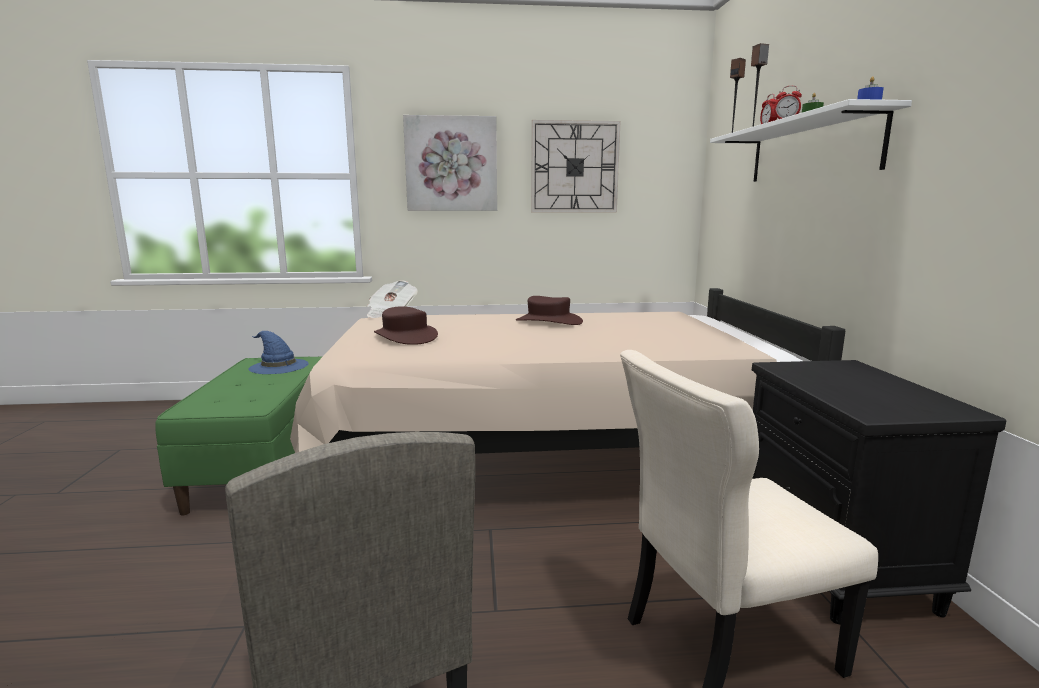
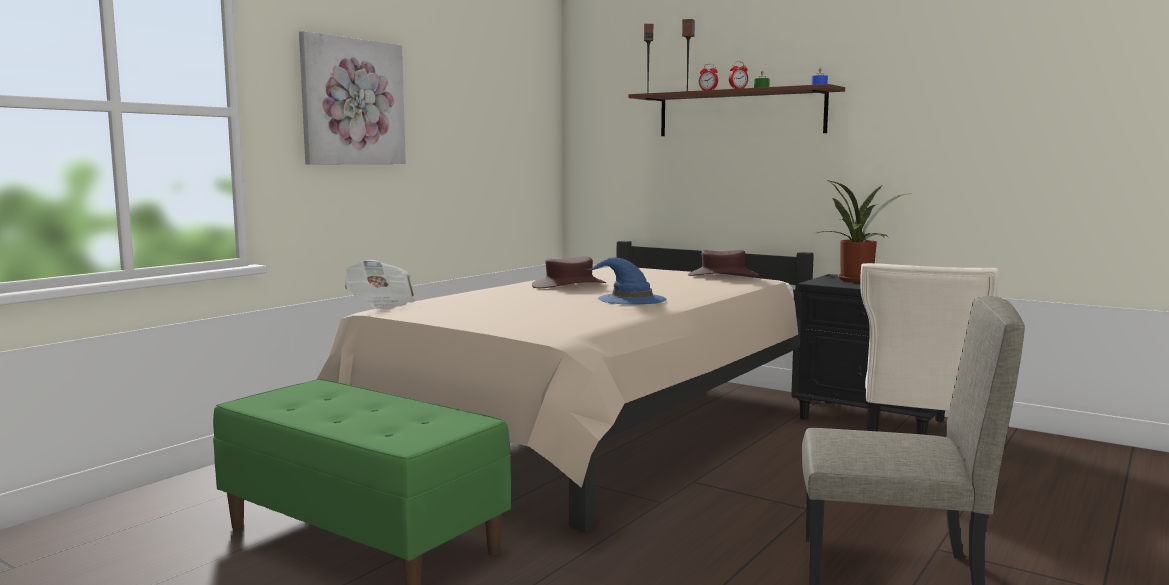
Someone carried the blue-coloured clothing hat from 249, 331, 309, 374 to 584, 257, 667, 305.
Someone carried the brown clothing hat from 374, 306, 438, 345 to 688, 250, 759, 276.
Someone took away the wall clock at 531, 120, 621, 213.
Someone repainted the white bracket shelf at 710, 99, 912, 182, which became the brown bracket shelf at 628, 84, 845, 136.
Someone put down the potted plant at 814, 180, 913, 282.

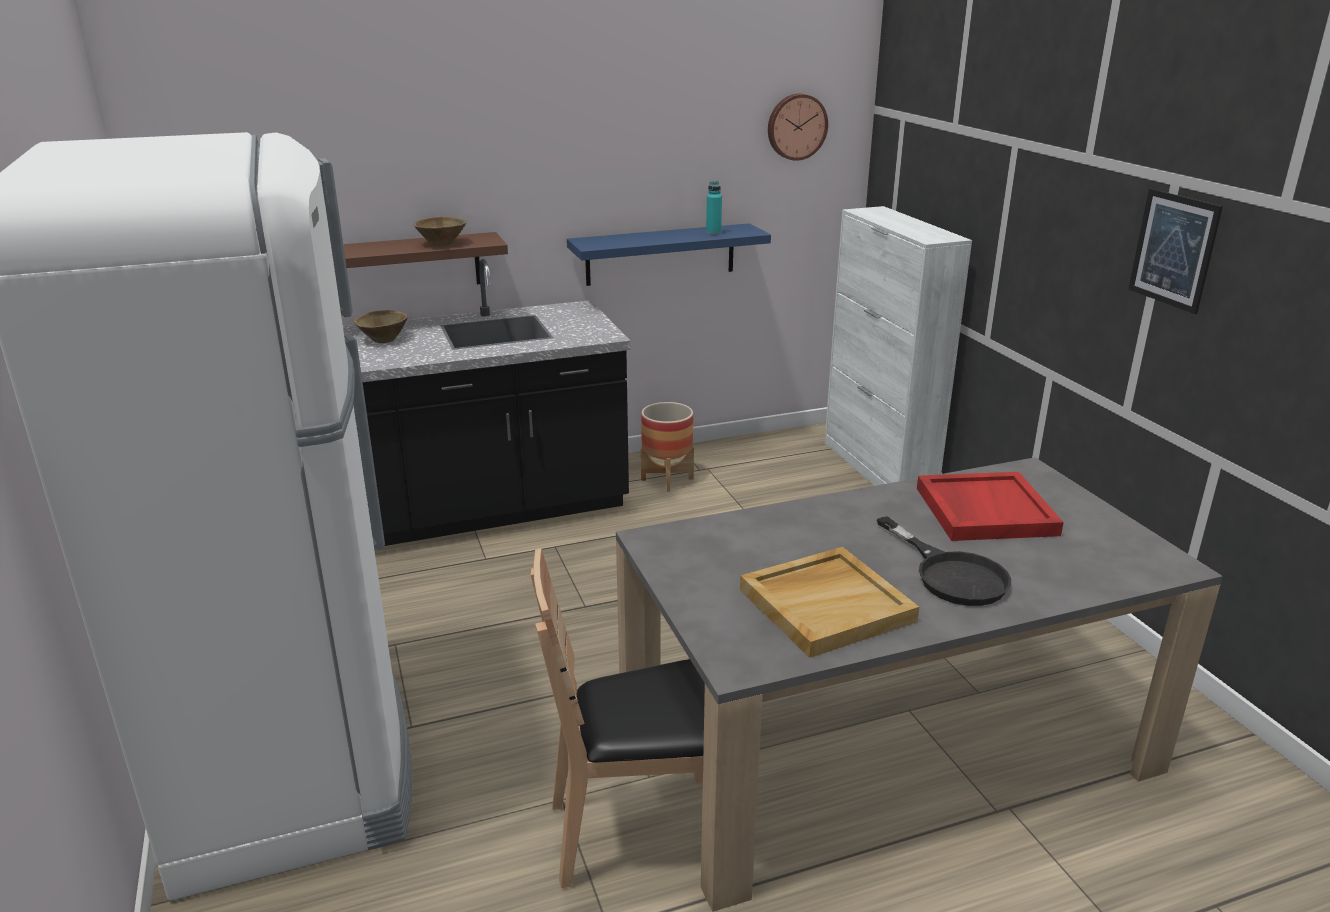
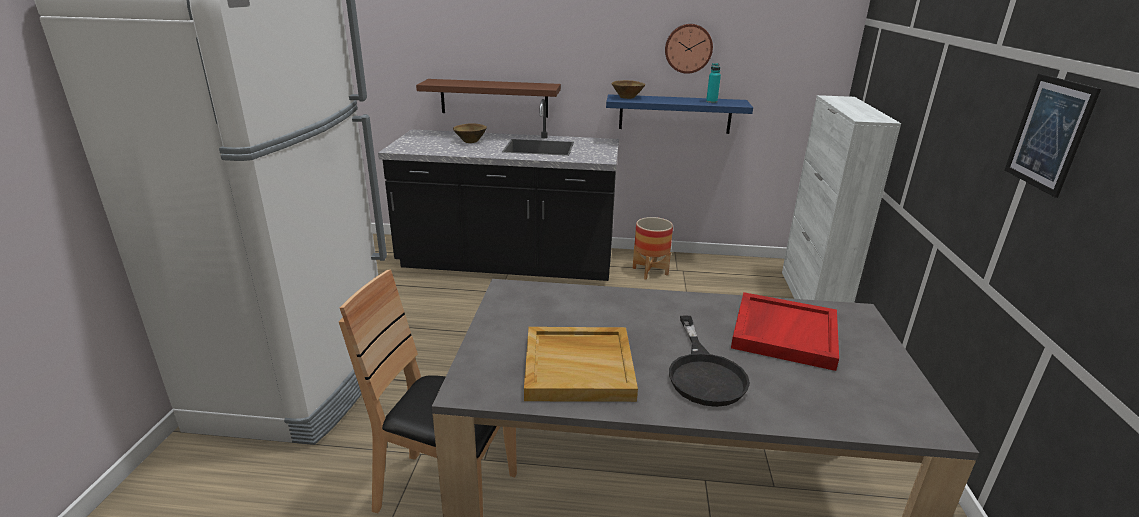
Someone carried the brown bowl from 414, 216, 466, 246 to 612, 80, 645, 99.
Someone carried the wall clock from 768, 94, 828, 161 to 665, 24, 713, 74.

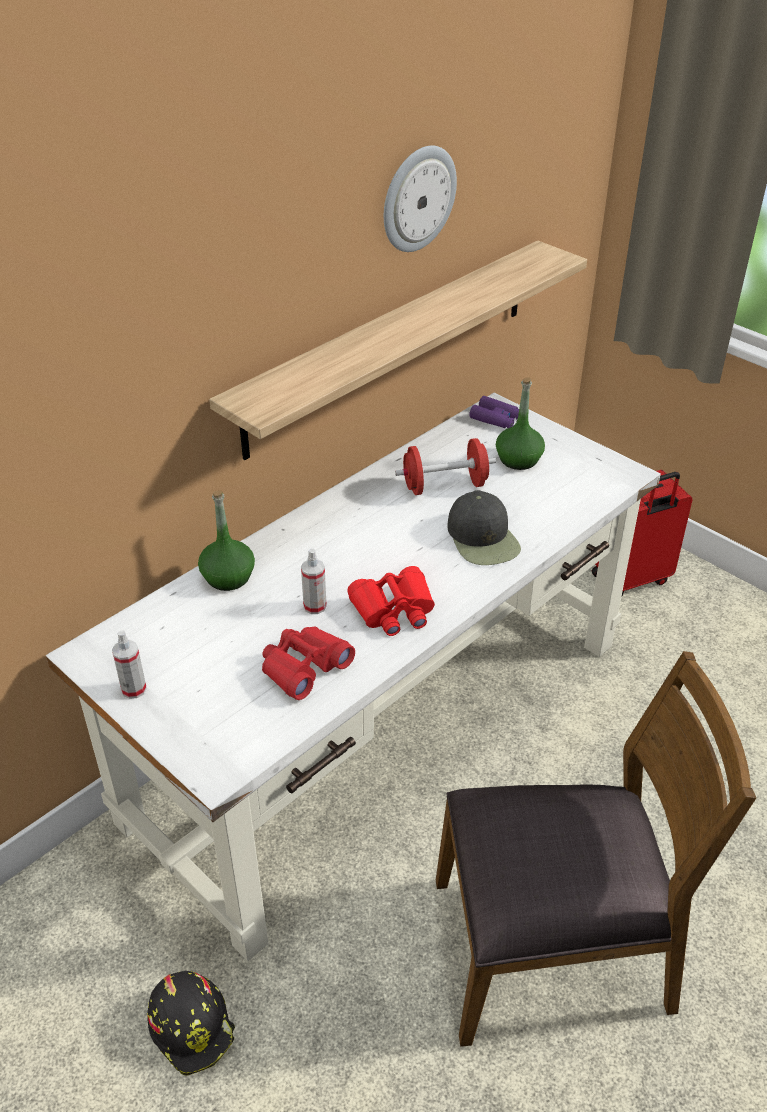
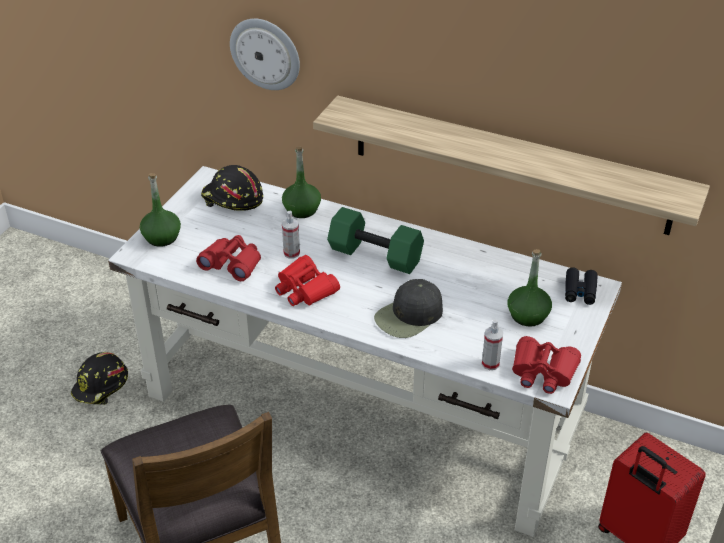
Someone carried the spray bottle from 112, 631, 147, 699 to 482, 319, 503, 370.
Someone carried the wall clock from 384, 146, 457, 252 to 230, 19, 300, 90.
Someone took away the reddish free weight at 395, 438, 496, 495.
Someone repainted the purple field glasses at 469, 396, 519, 428, which became the blackish field glasses at 565, 267, 598, 305.
Someone put down the greenish beverage bottle at 140, 173, 181, 247.
Someone put down the blackish safety helmet at 201, 165, 263, 211.
Someone put down the greenish free weight at 327, 207, 424, 274.
Someone put down the reddish field glasses at 512, 336, 581, 394.

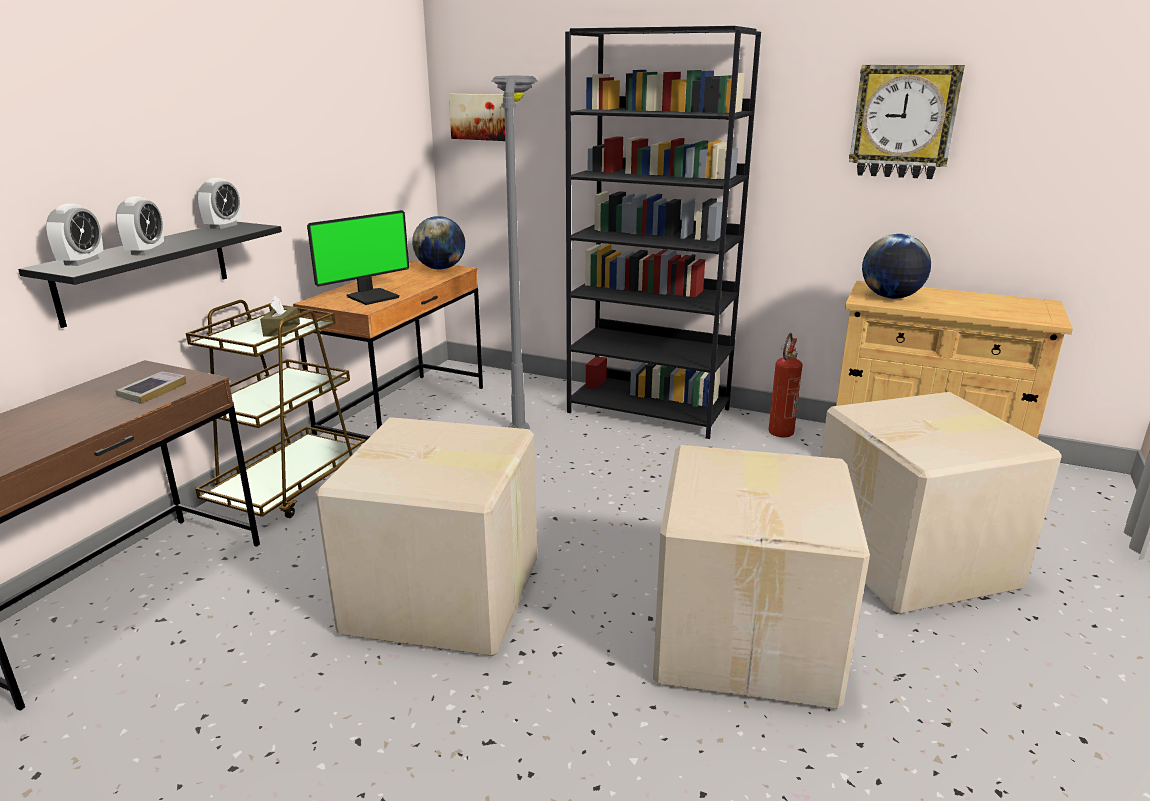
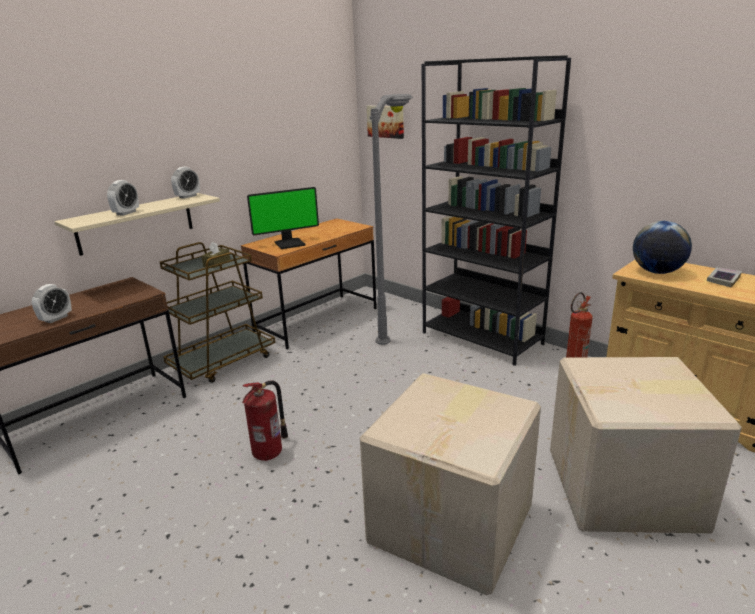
Someone repainted the blackish bracket shelf at 18, 222, 282, 328, which became the beige bracket shelf at 54, 193, 220, 256.
Someone carried the table clock from 46, 204, 103, 266 to 32, 284, 72, 323.
Someone carried the volume from 115, 371, 187, 404 to 706, 267, 742, 288.
Someone swapped the packing box at 315, 417, 537, 656 for the fire extinguisher at 242, 380, 288, 461.
Someone took away the desk globe at 412, 216, 465, 270.
Someone took away the wall clock at 849, 65, 965, 179.

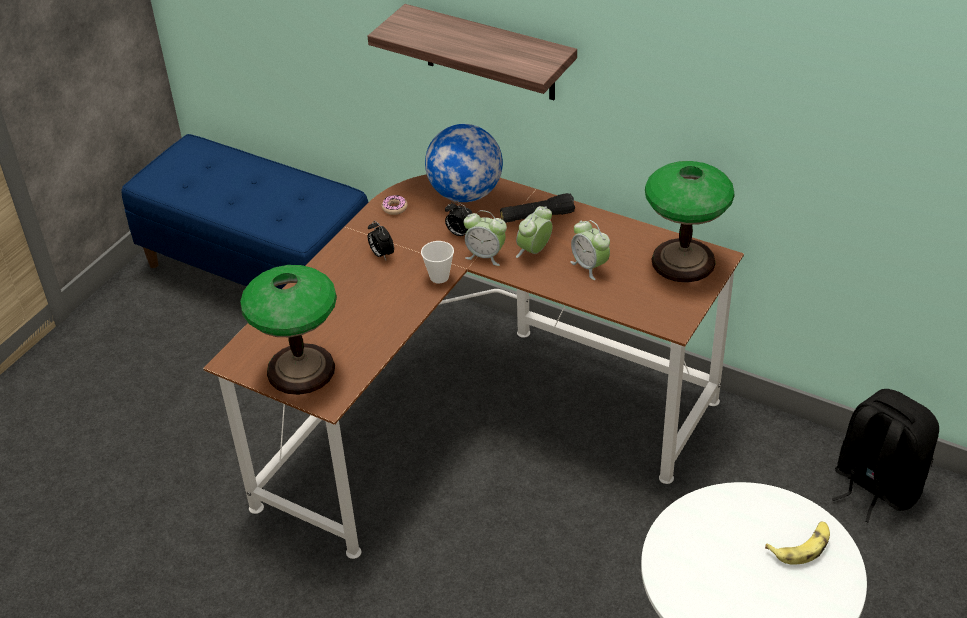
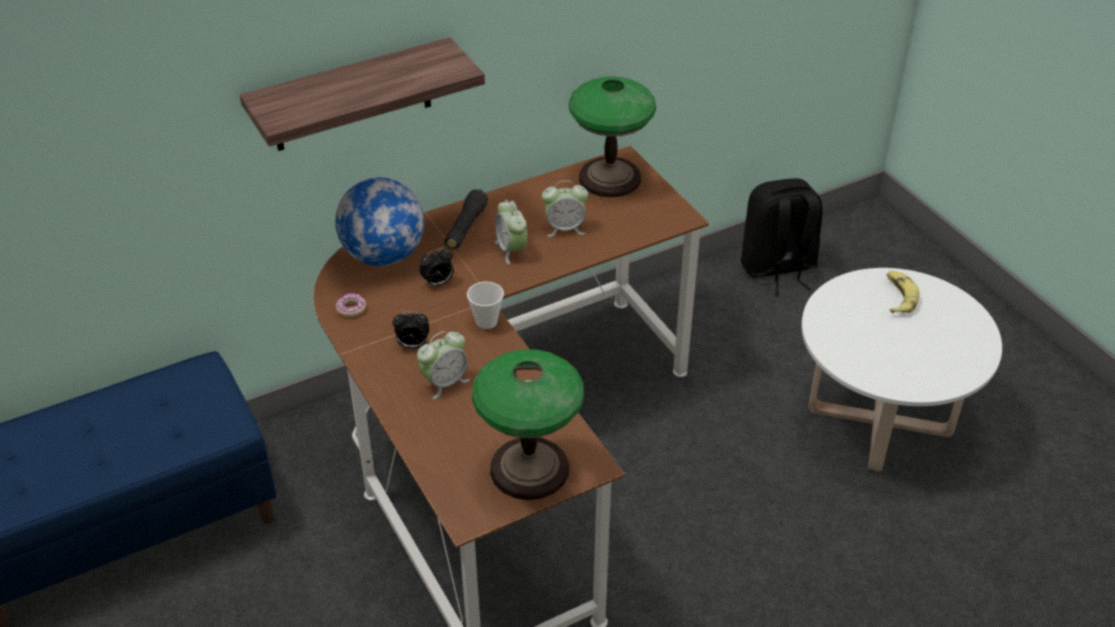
Someone carried the table clock from 464, 210, 507, 266 to 417, 331, 470, 399.

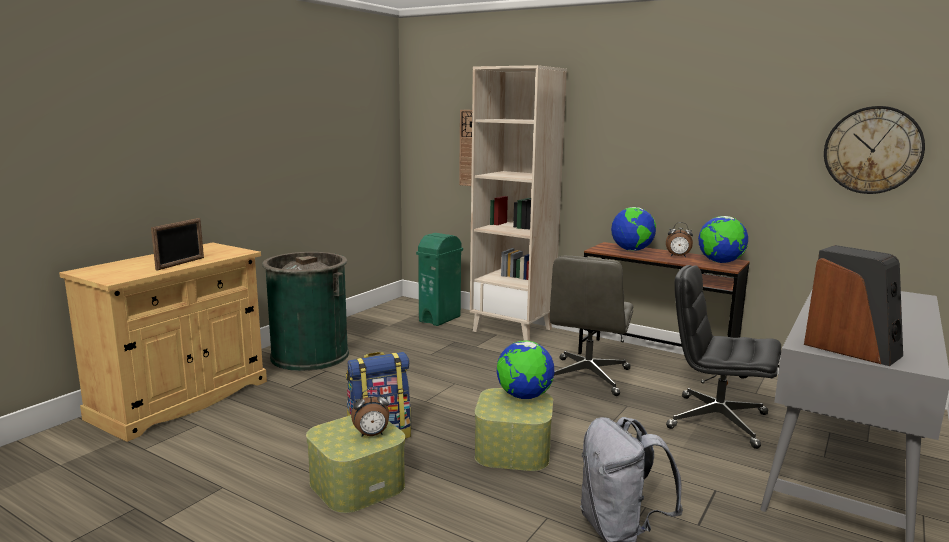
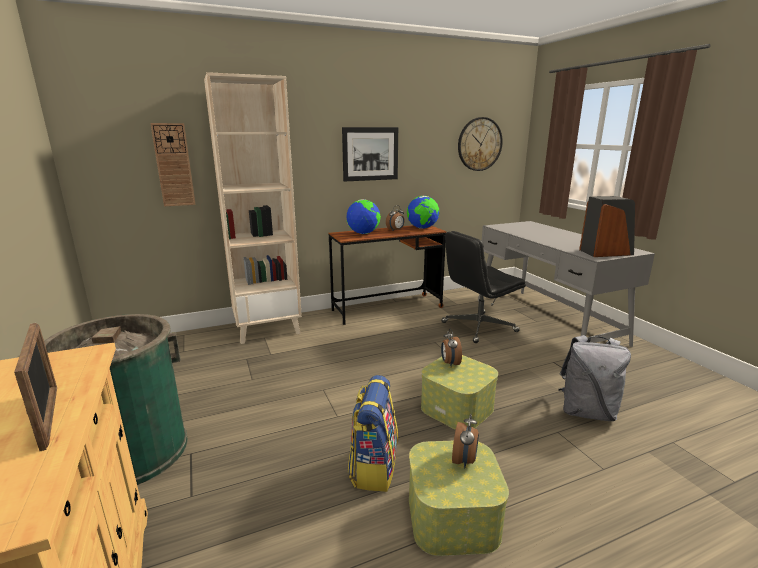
Someone took away the greenish waste bin at 416, 233, 463, 326.
Someone swapped the desk globe at 496, 341, 554, 399 for the table clock at 441, 329, 462, 367.
Someone took away the greyish office chair at 550, 256, 633, 396.
Someone put up the wall art at 342, 127, 398, 182.

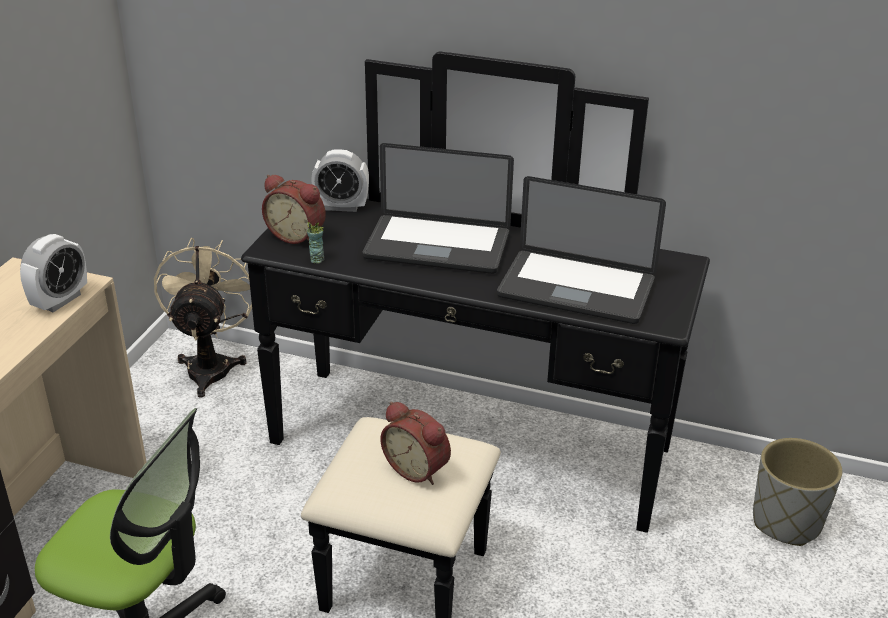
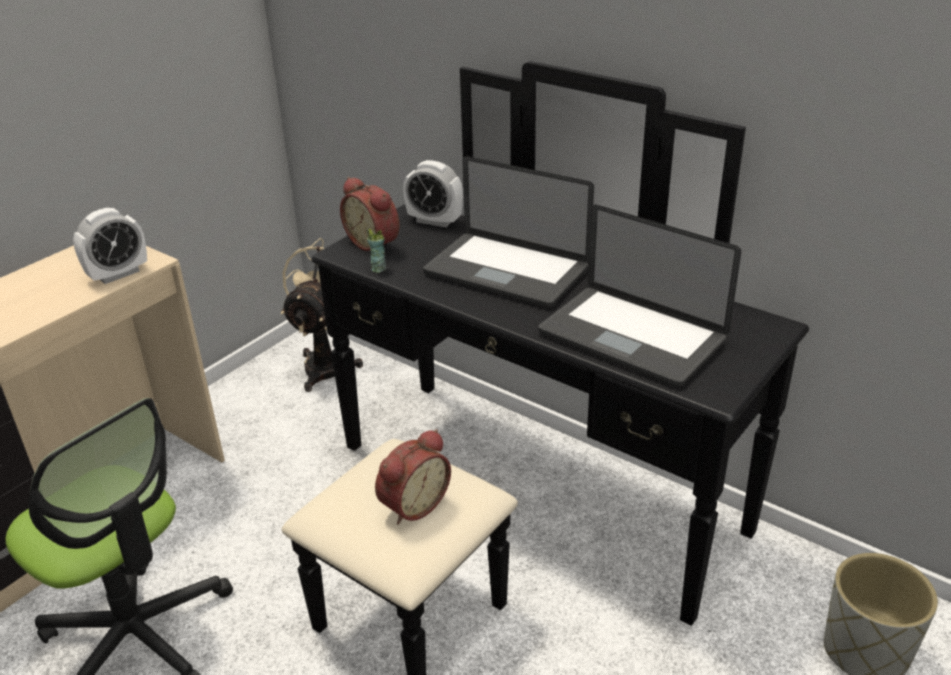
Someone rotated the table clock at 380, 401, 451, 485 by 105 degrees counterclockwise.

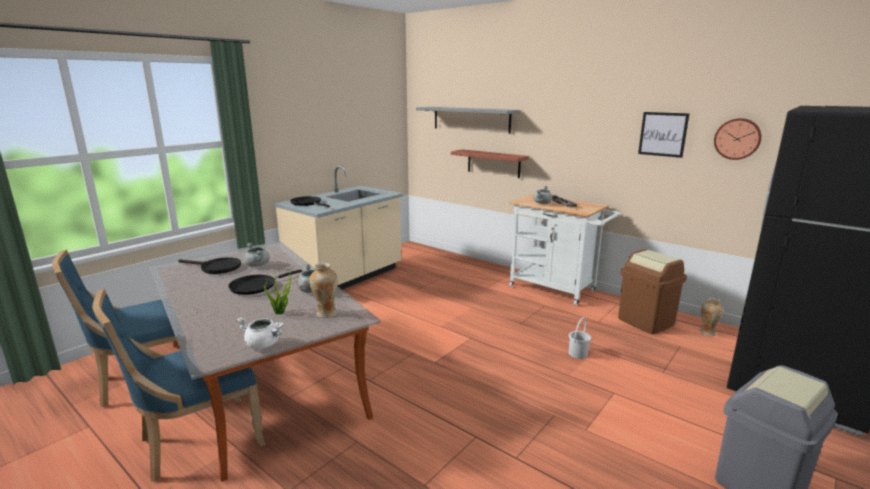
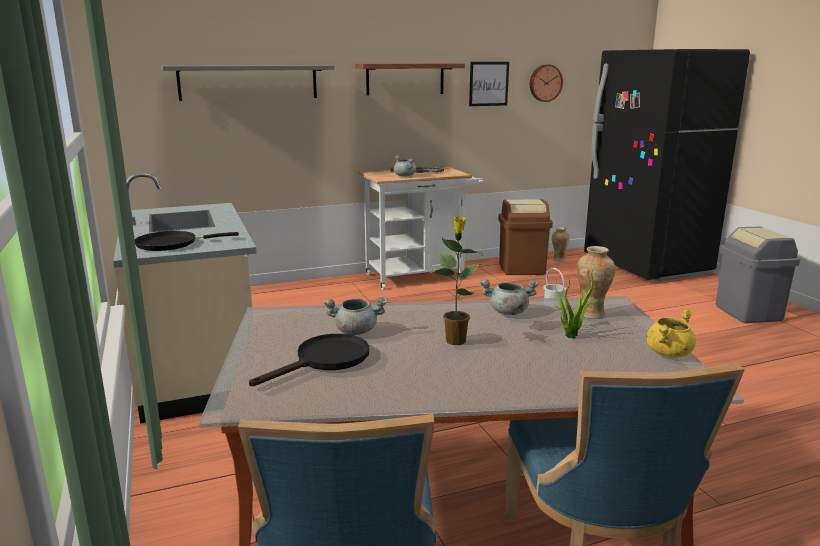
Someone swapped the blackish pan at 228, 269, 302, 295 for the potted plant at 429, 217, 483, 345.
Someone repainted the white stockpot at 236, 317, 284, 349, which became the yellow-coloured stockpot at 646, 309, 696, 357.
Someone carried the bracket shelf from 451, 149, 529, 178 to 355, 63, 465, 95.

